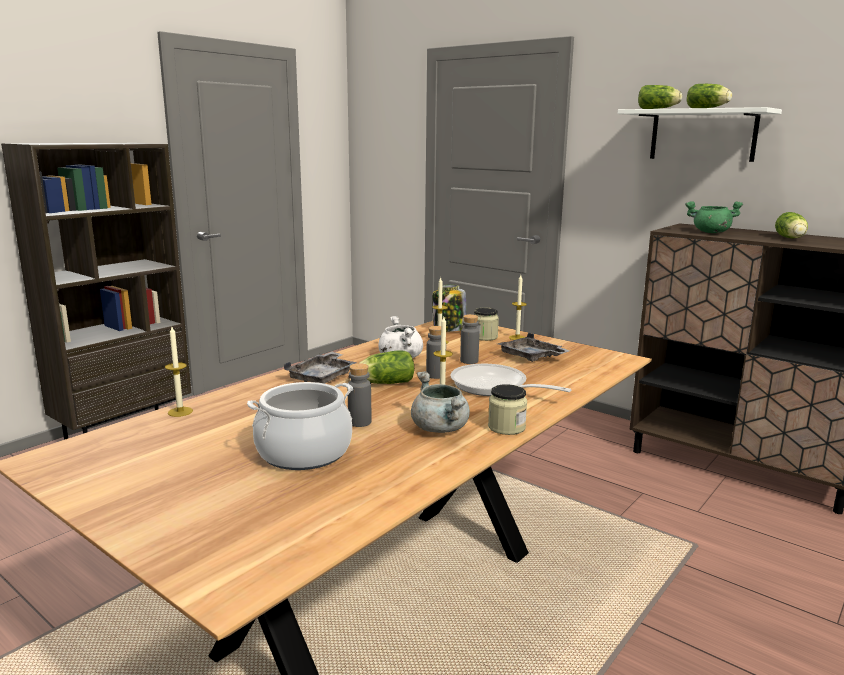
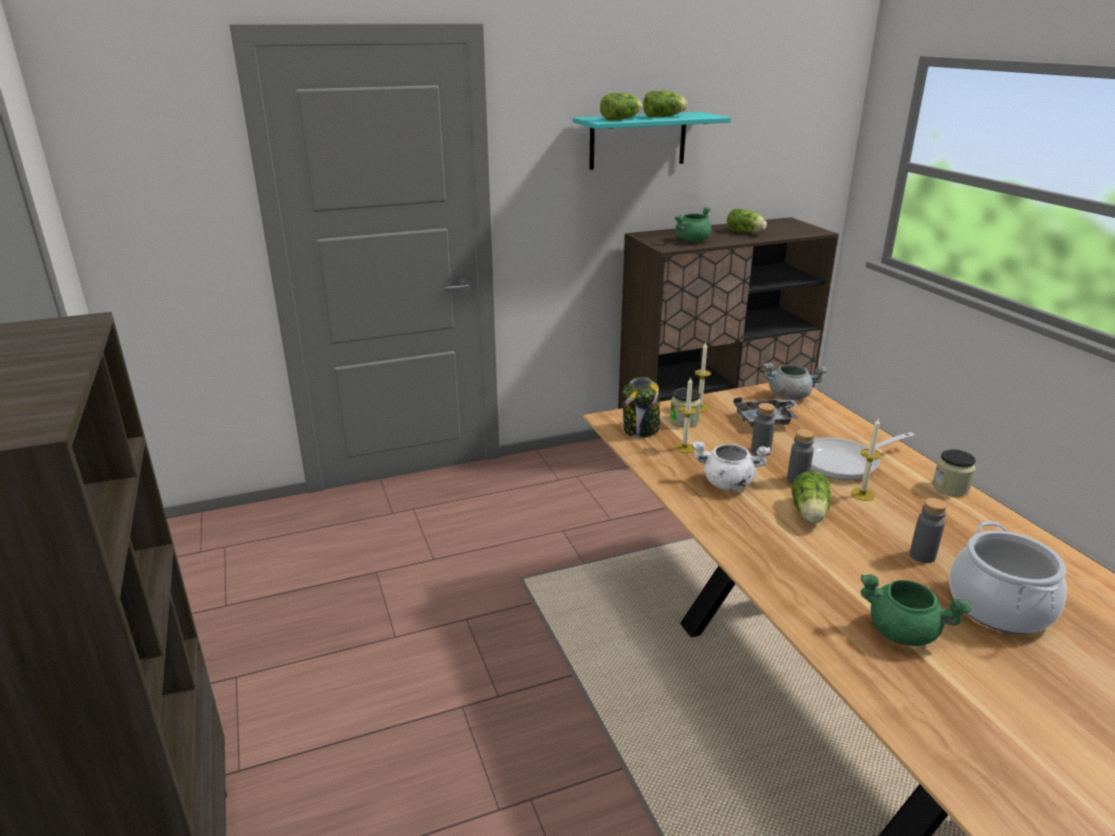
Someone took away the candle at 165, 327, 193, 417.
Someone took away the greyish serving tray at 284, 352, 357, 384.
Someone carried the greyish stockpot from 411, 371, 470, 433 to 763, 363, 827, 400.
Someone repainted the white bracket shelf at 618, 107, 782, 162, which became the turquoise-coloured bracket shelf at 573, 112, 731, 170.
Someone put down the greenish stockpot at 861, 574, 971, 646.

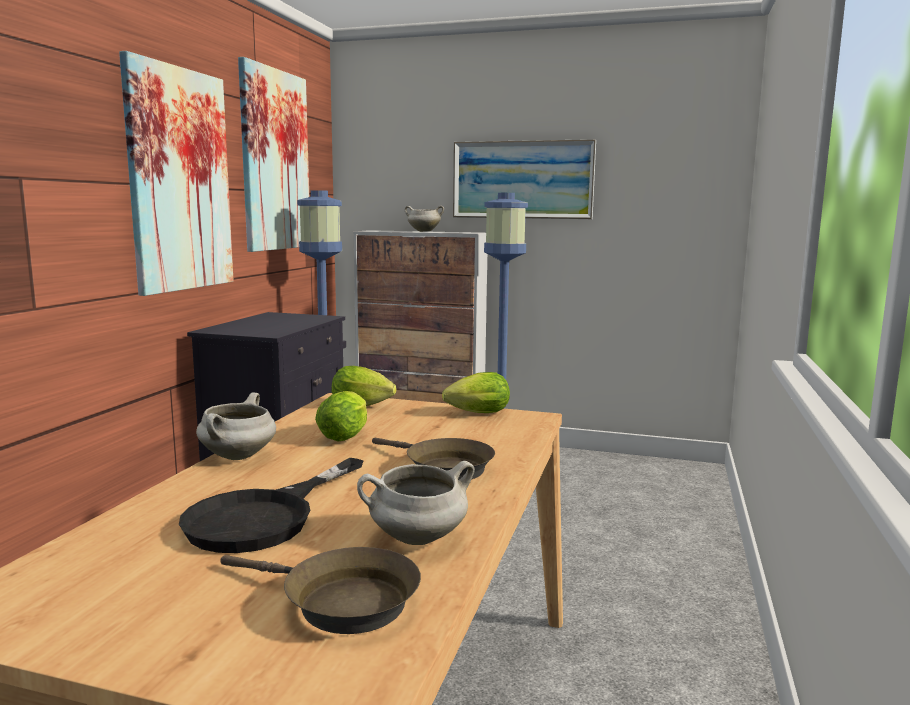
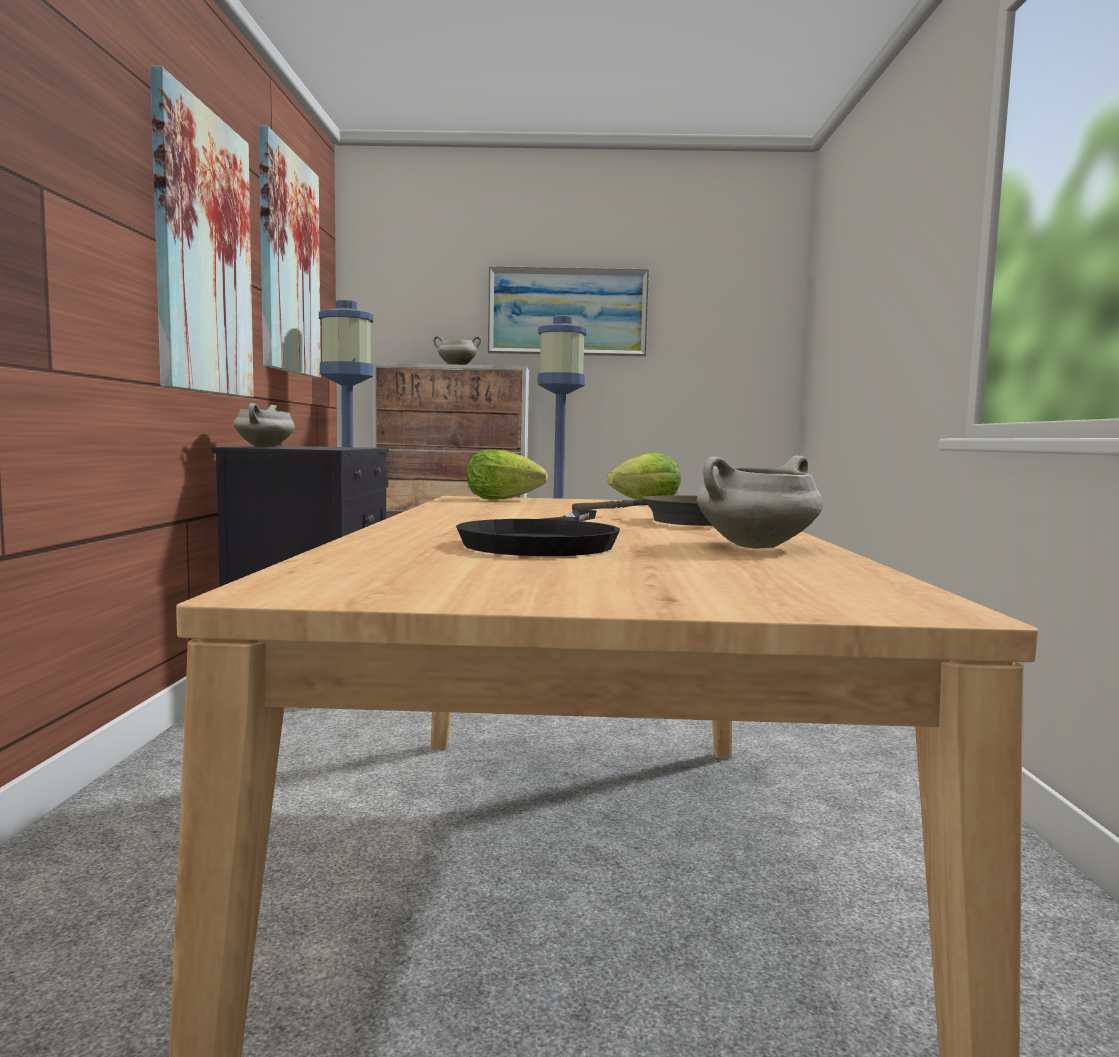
Someone carried the white stockpot from 196, 392, 276, 460 to 234, 403, 295, 447.
Someone took away the brown pan at 220, 547, 421, 634.
Someone took away the lettuce head at 315, 391, 367, 442.

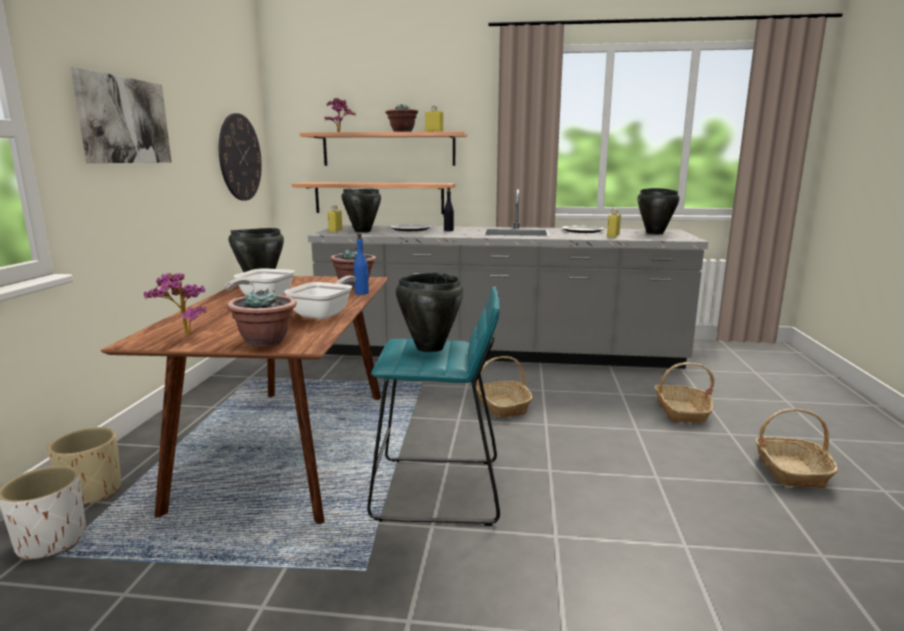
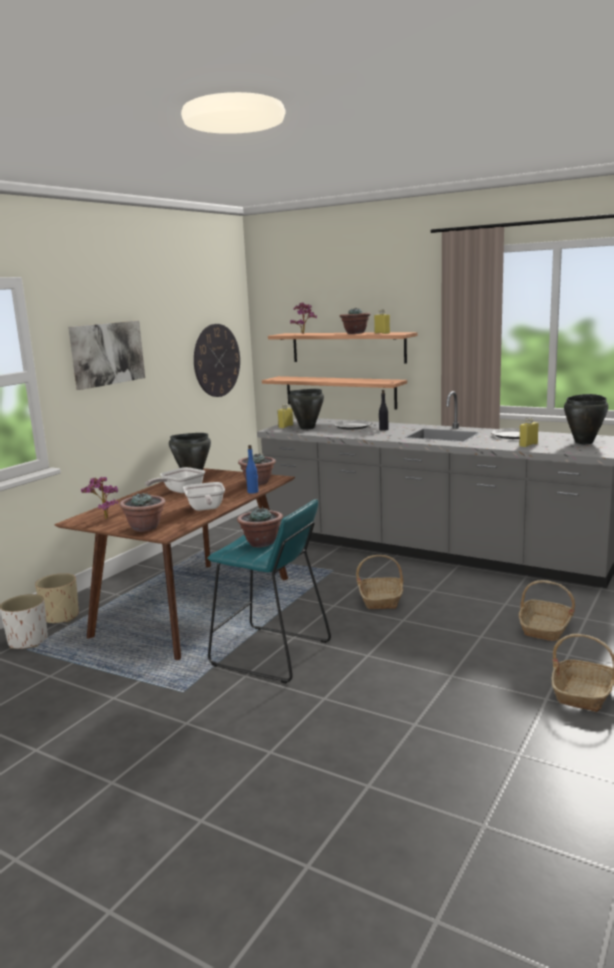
Someone rotated the pan at 285, 276, 356, 319 by 120 degrees clockwise.
Someone swapped the blackish stockpot at 396, 273, 463, 352 for the potted plant at 237, 506, 283, 548.

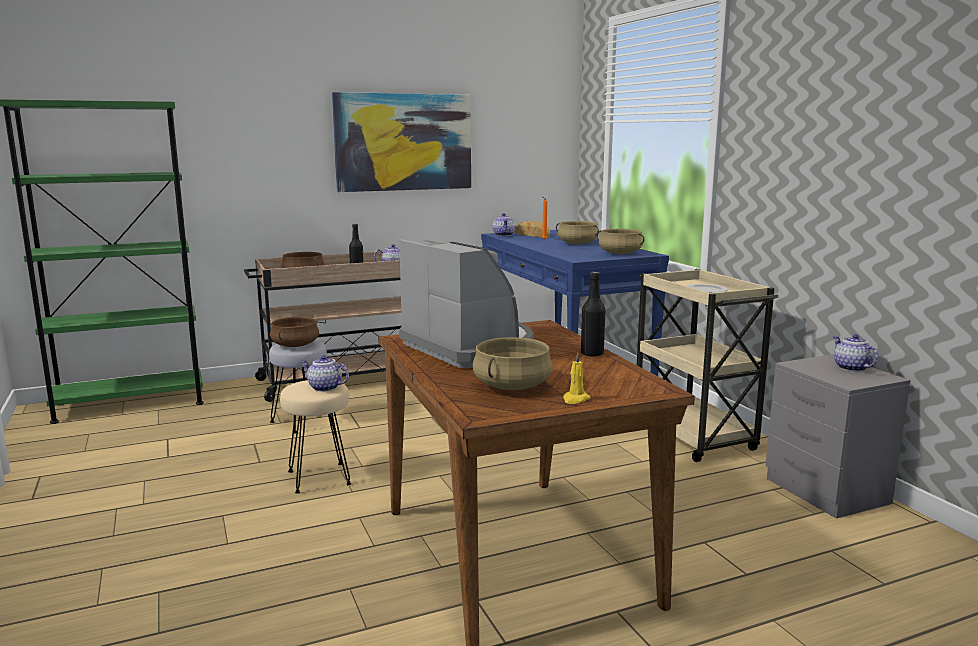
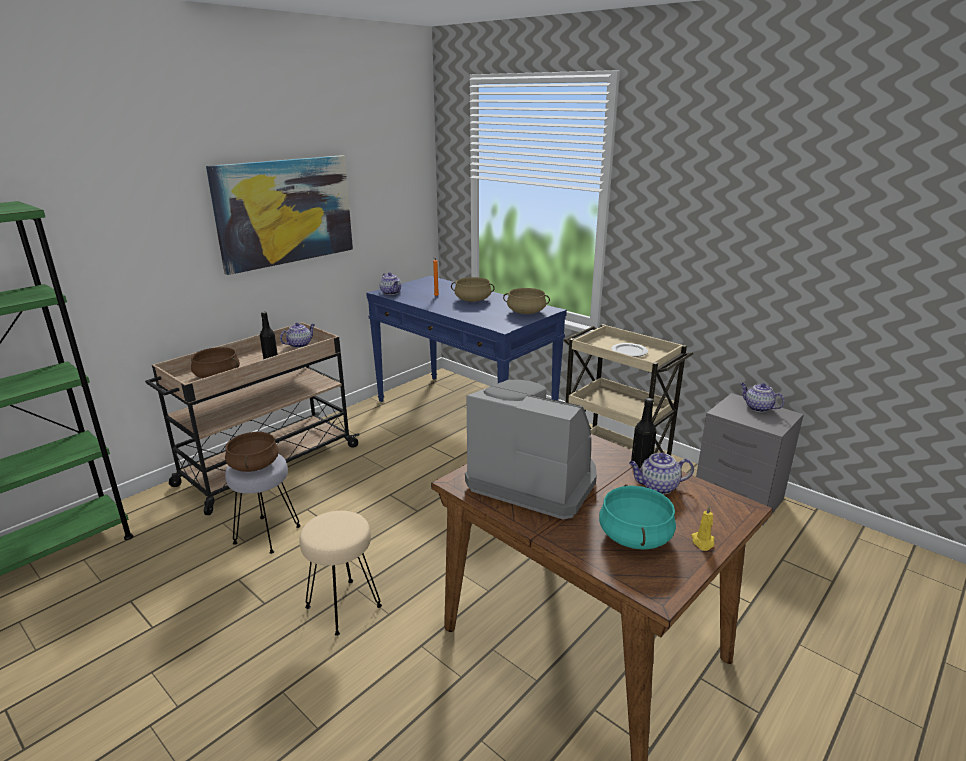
Someone carried the pot for tea from 300, 355, 349, 392 to 629, 453, 694, 494.
Someone repainted the beige stockpot at 473, 337, 553, 390, which became the turquoise-coloured stockpot at 599, 484, 676, 550.
Someone took away the bread at 514, 221, 550, 237.

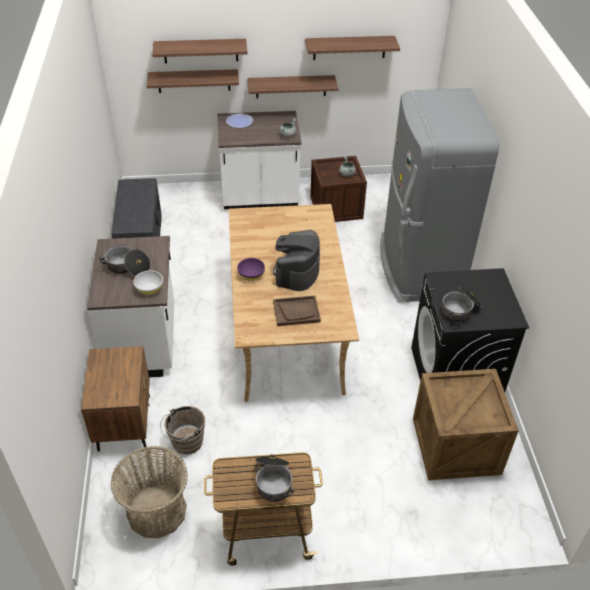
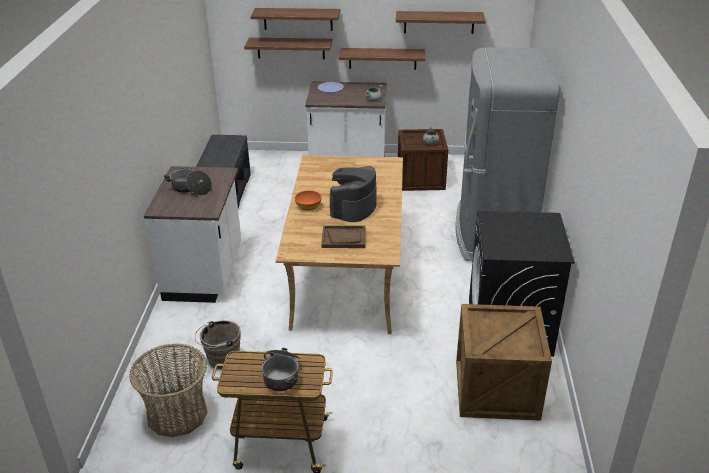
Someone took away the brown night table at 81, 346, 150, 452.
Someone took away the white bowl at 134, 271, 163, 295.
Someone repainted the purple bowl at 237, 258, 265, 281, which became the orange bowl at 295, 190, 322, 211.
Someone took away the stockpot at 442, 287, 482, 323.

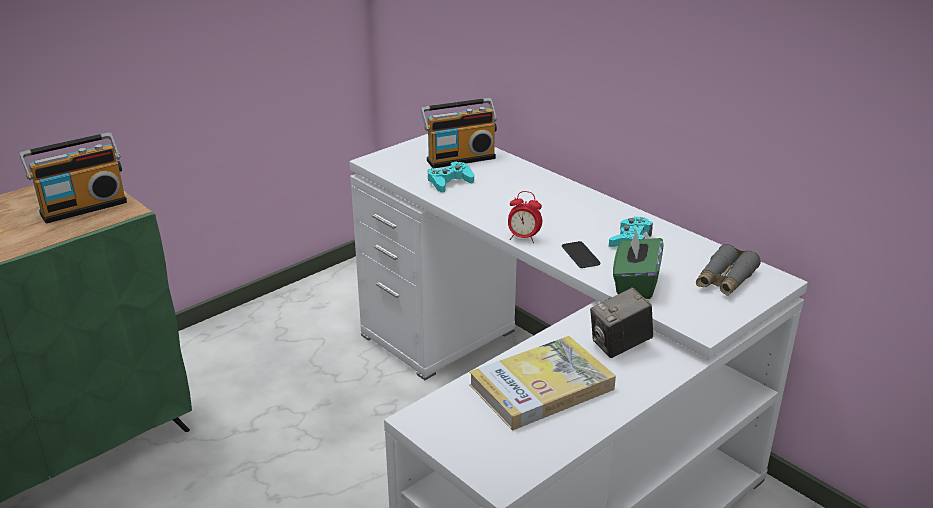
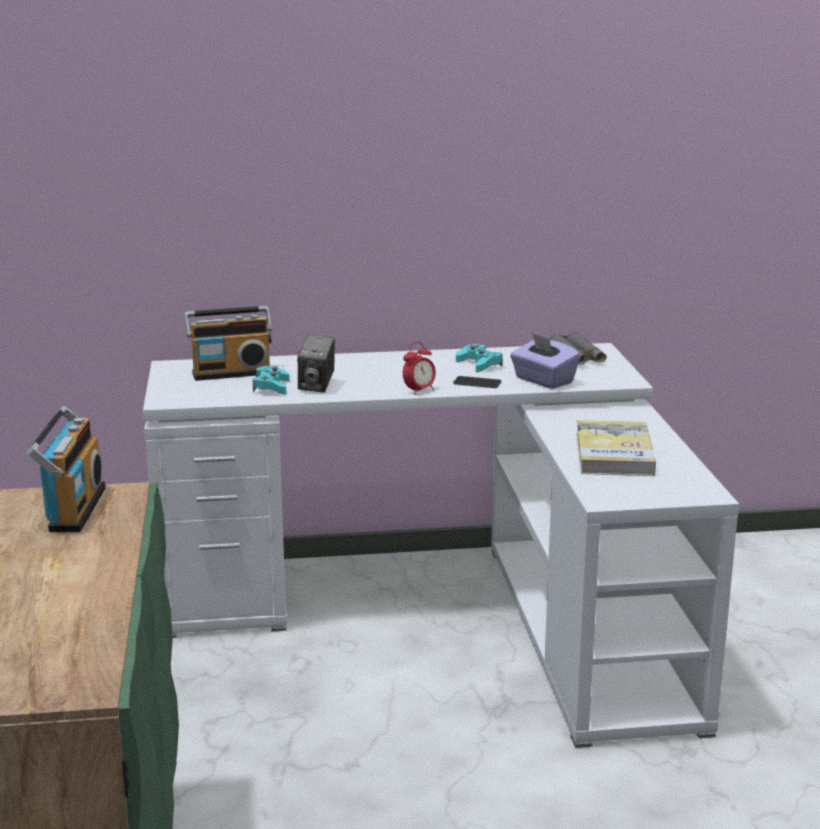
Someone rotated the radio set at 421, 98, 497, 168 by 60 degrees clockwise.
Someone carried the still camera from 590, 287, 653, 358 to 297, 335, 335, 392.
Someone repainted the greenish tissue holder at 613, 230, 664, 299, which became the purple tissue holder at 510, 333, 580, 389.

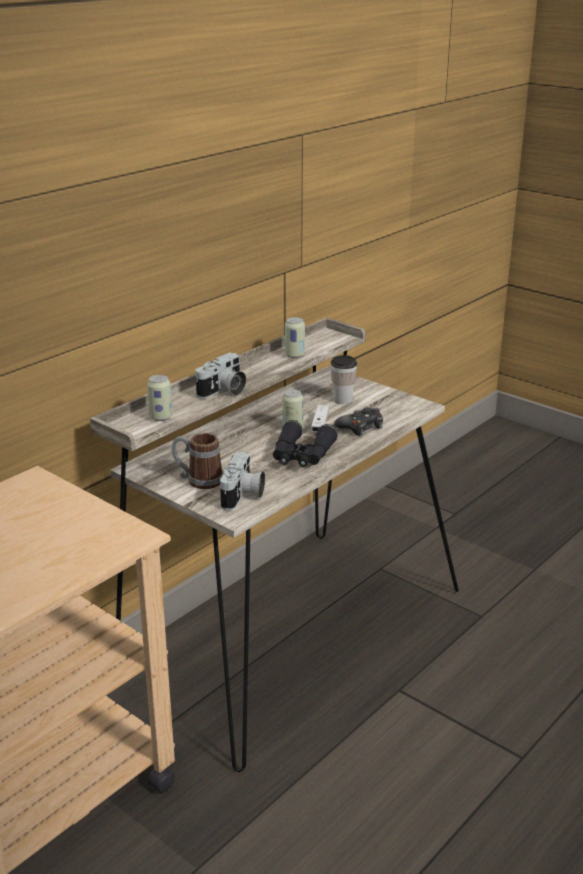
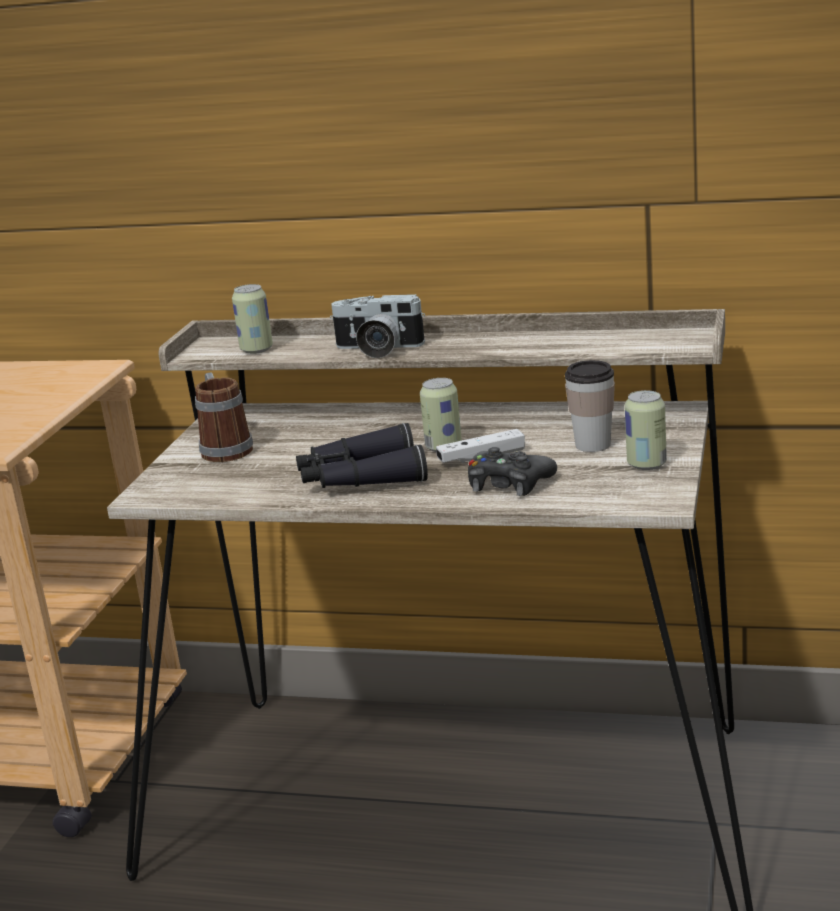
Someone took away the still camera at 220, 452, 265, 511.
Someone carried the can from 285, 317, 305, 358 to 624, 390, 667, 470.

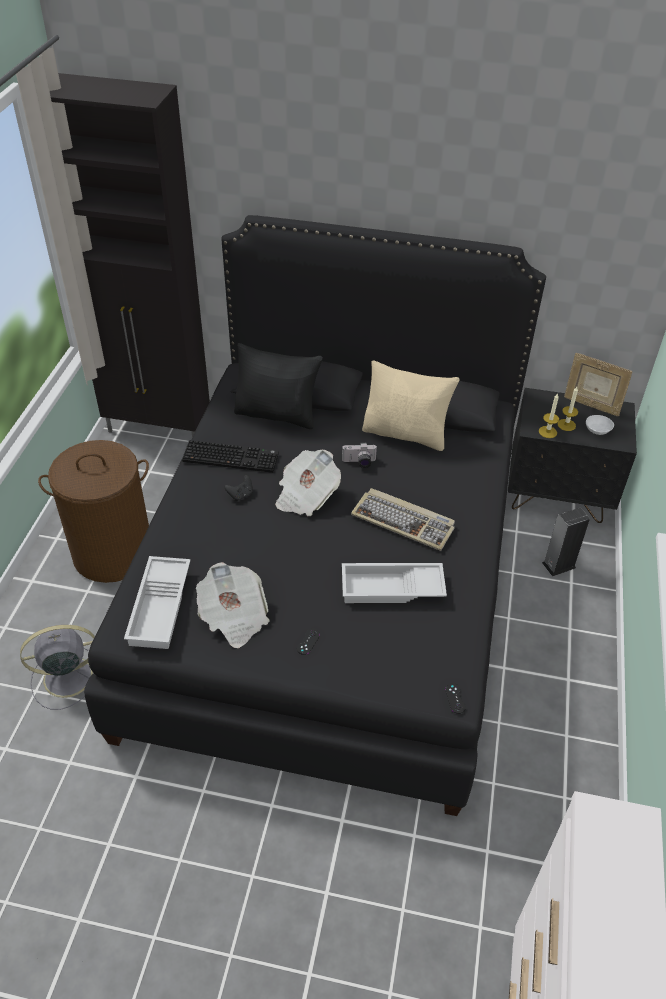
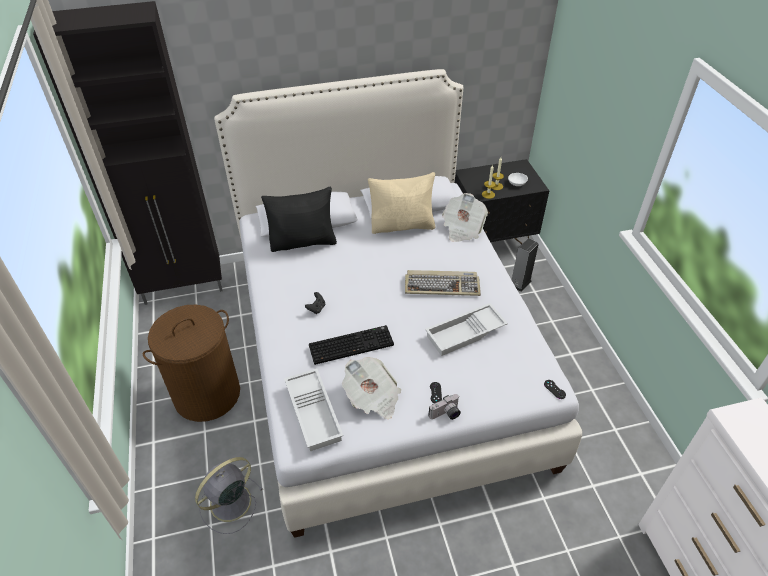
Someone repainted the blackish bed at 84, 215, 546, 816, which became the white bed at 214, 69, 582, 538.
Someone carried the PC keyboard from 182, 440, 279, 473 to 309, 325, 394, 365.
Someone carried the daily paper from 275, 450, 341, 516 to 442, 193, 488, 242.
Someone carried the still camera from 342, 443, 377, 468 to 428, 394, 461, 420.
Someone took away the standing frame at 564, 353, 633, 416.

